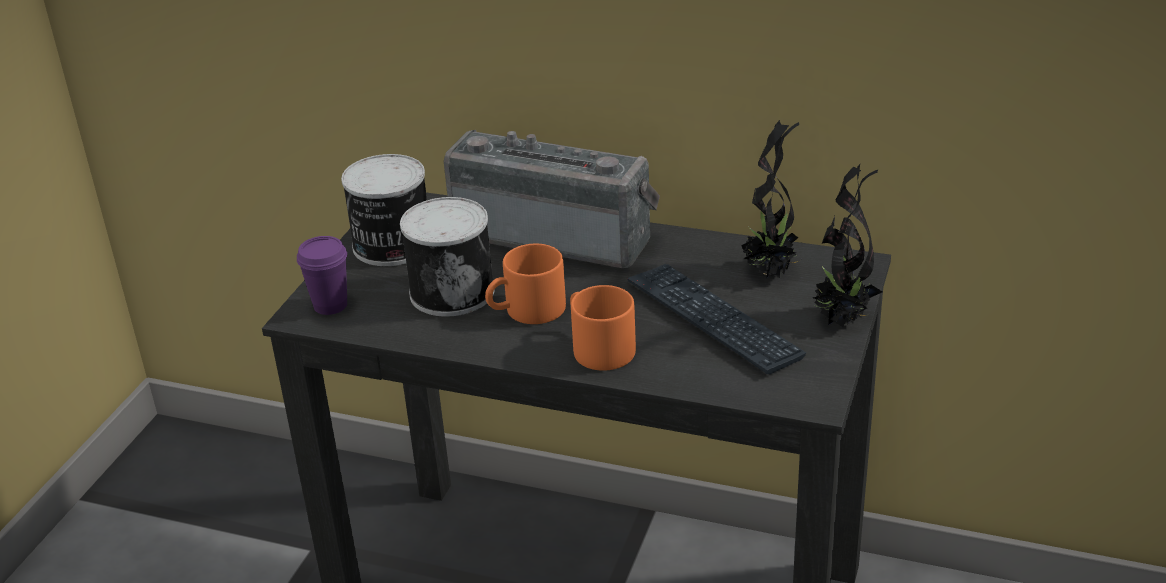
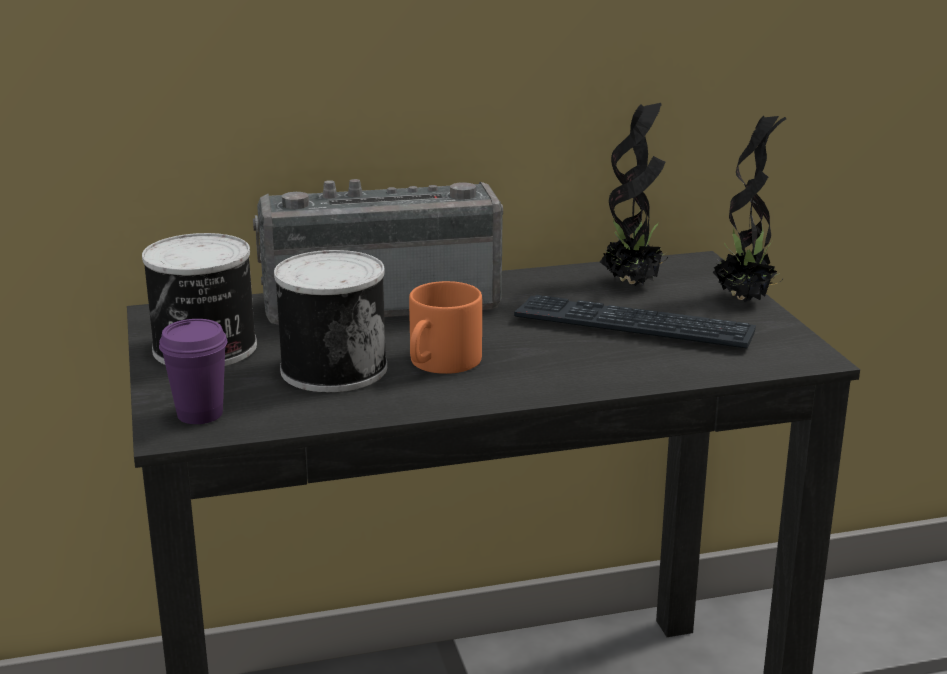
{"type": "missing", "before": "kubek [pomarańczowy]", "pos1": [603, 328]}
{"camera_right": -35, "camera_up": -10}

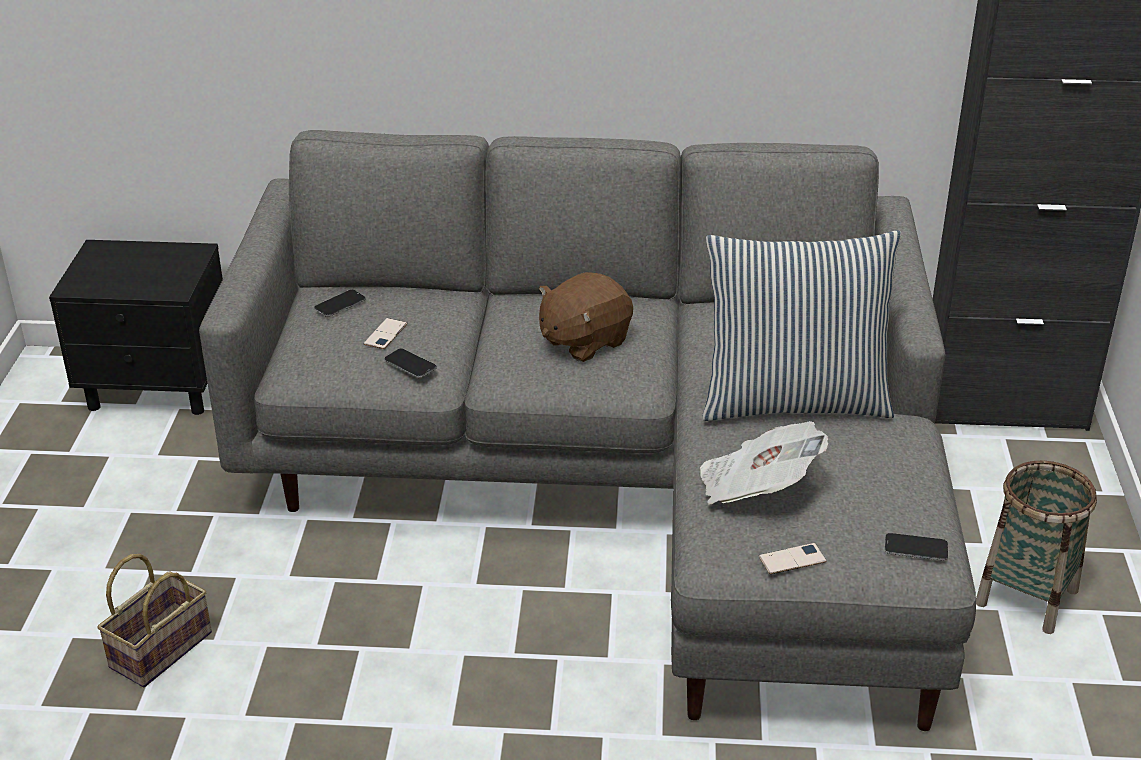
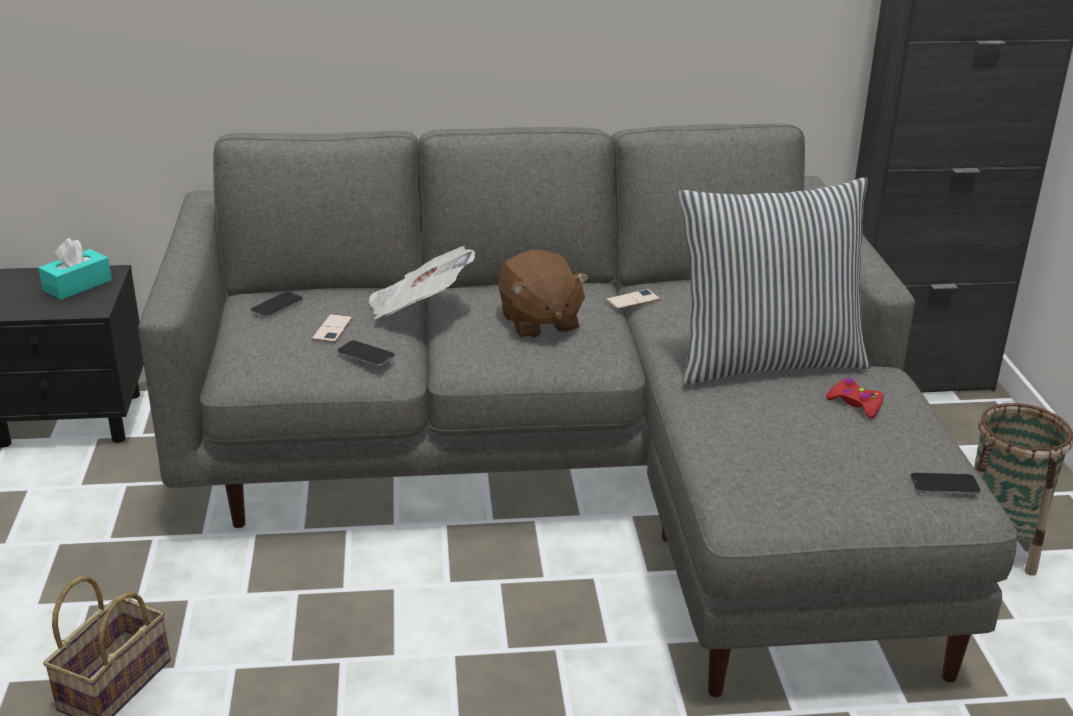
{"type": "appeared", "after": "pudełko chusteczek [turkusowy]", "pos2": [75, 269]}
{"type": "relocated", "before": "gazeta", "pos1": [764, 463], "pos2": [422, 282]}
{"type": "spun", "before": "pluszak [brązowy]", "pos1": [586, 317], "pos2": [543, 294], "turn": -60}
{"type": "relocated", "before": "telefon", "pos1": [793, 558], "pos2": [633, 299]}
{"type": "appeared", "after": "pad do gier [czerwony]", "pos2": [855, 398]}
{"camera_right": -10, "camera_up": -5}

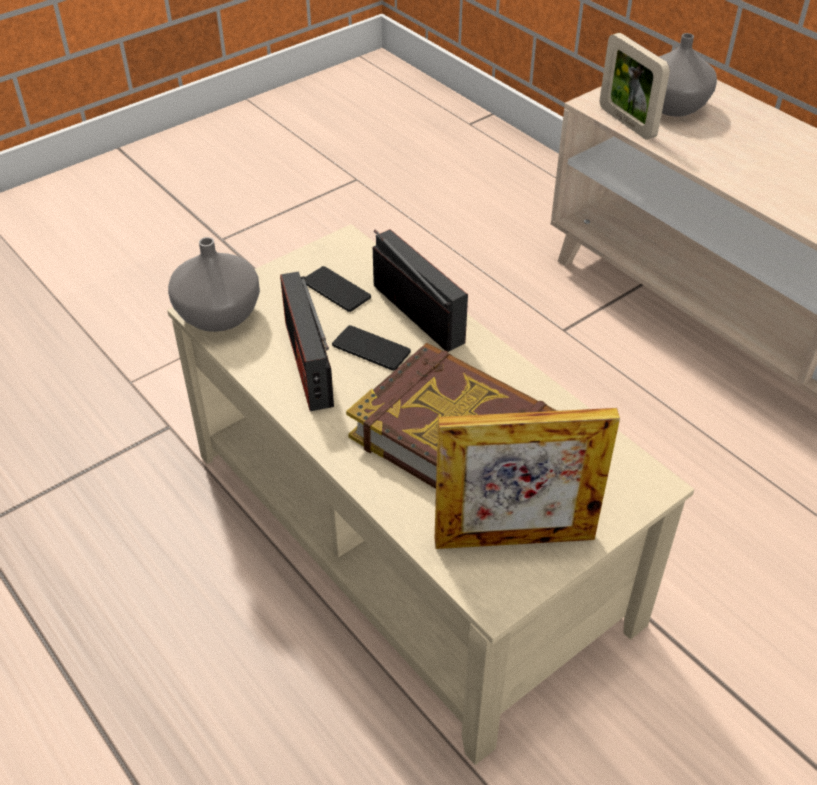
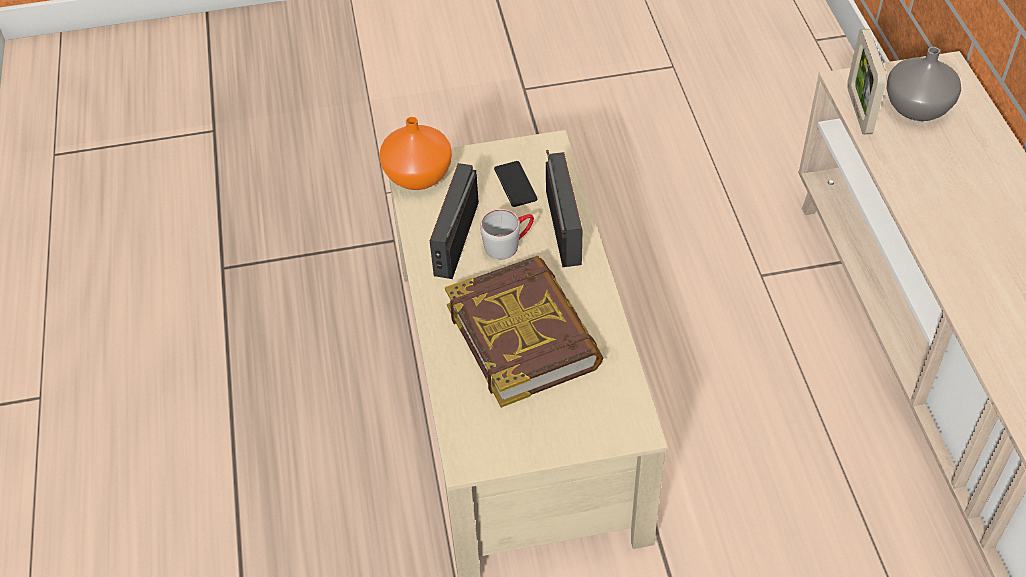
{"type": "colour", "before": "wazon [szary]", "after": "wazon [pomarańczowy]", "pos1": [214, 284], "pos2": [415, 153]}
{"type": "exchanged", "before": "telefon", "after": "kubek [szary]", "pos1": [371, 348], "pos2": [507, 234]}
{"type": "missing", "before": "ramka na zdjęcie", "pos1": [527, 478]}
{"camera_right": 30, "camera_up": 5}

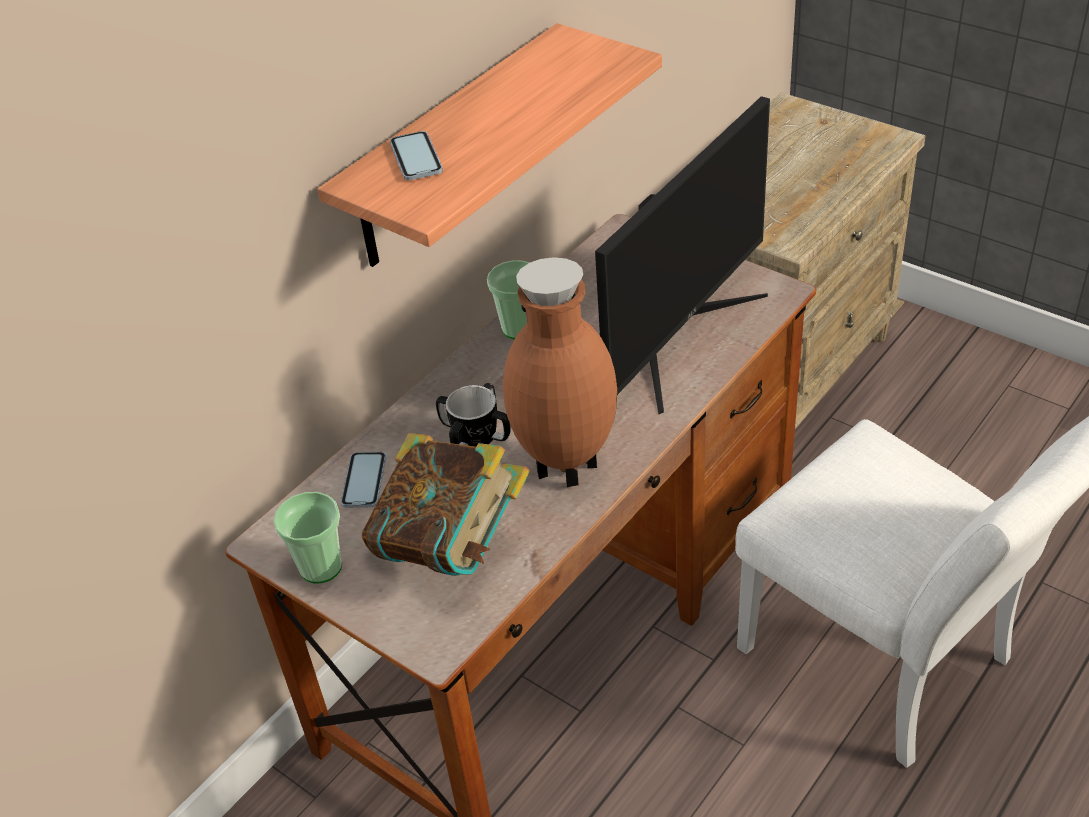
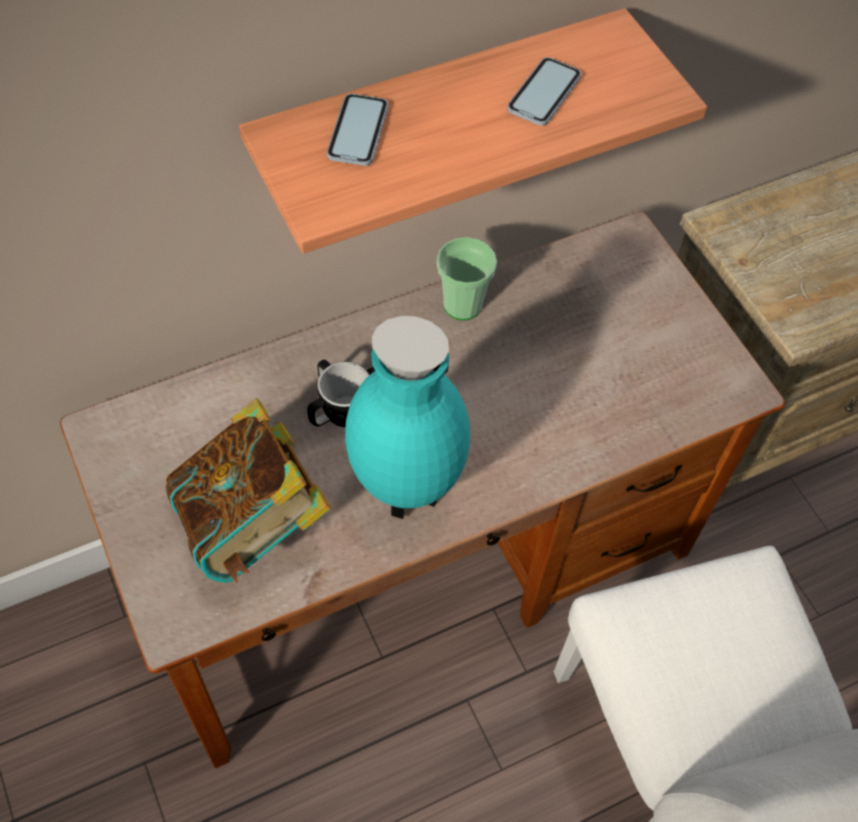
{"type": "colour", "before": "wazon [brązowy]", "after": "wazon [turkusowy]", "pos1": [560, 372], "pos2": [407, 417]}
{"type": "relocated", "before": "telefon", "pos1": [363, 480], "pos2": [544, 91]}
{"type": "missing", "before": "filiżanka", "pos1": [307, 537]}
{"type": "missing", "before": "monitor", "pos1": [682, 255]}
{"camera_right": 20, "camera_up": 15}

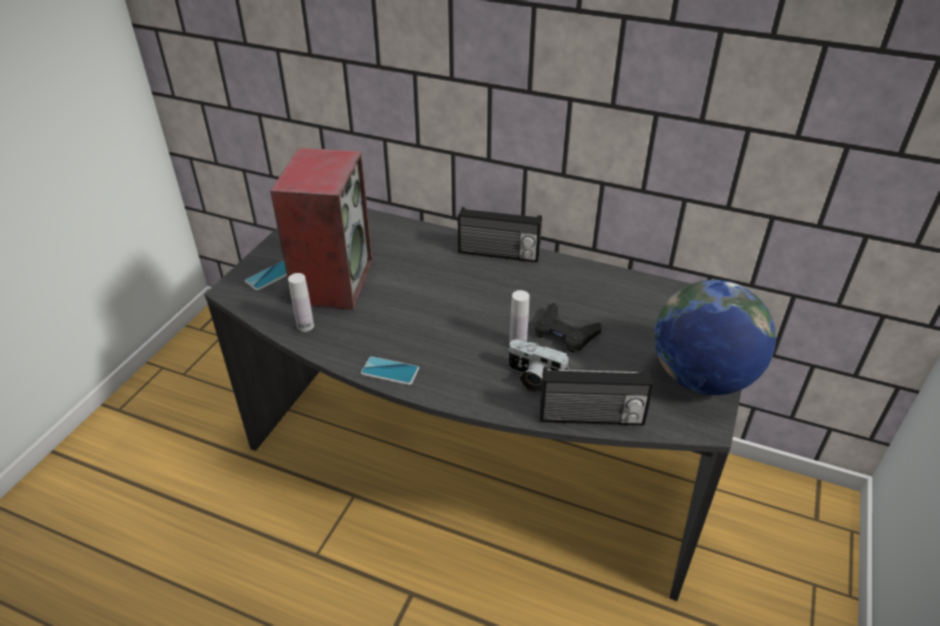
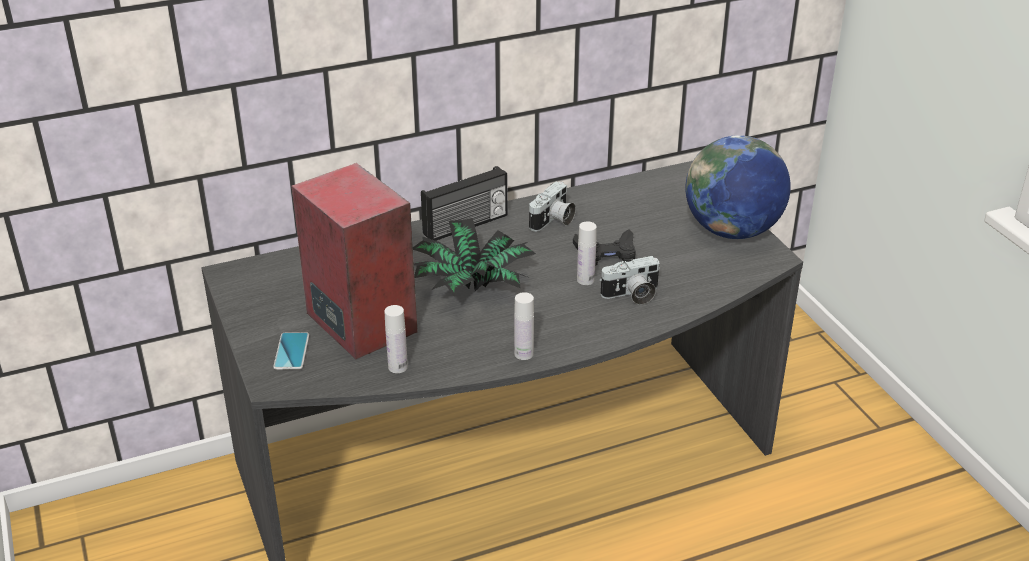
{"type": "appeared", "after": "roślina doniczkowa", "pos2": [474, 257]}
{"type": "exchanged", "before": "telefon", "after": "butelka [biały]", "pos1": [390, 370], "pos2": [524, 326]}
{"type": "appeared", "after": "aparat fotograficzny", "pos2": [552, 206]}
{"type": "missing", "before": "radio", "pos1": [596, 396]}
{"camera_right": -45, "camera_up": -5}

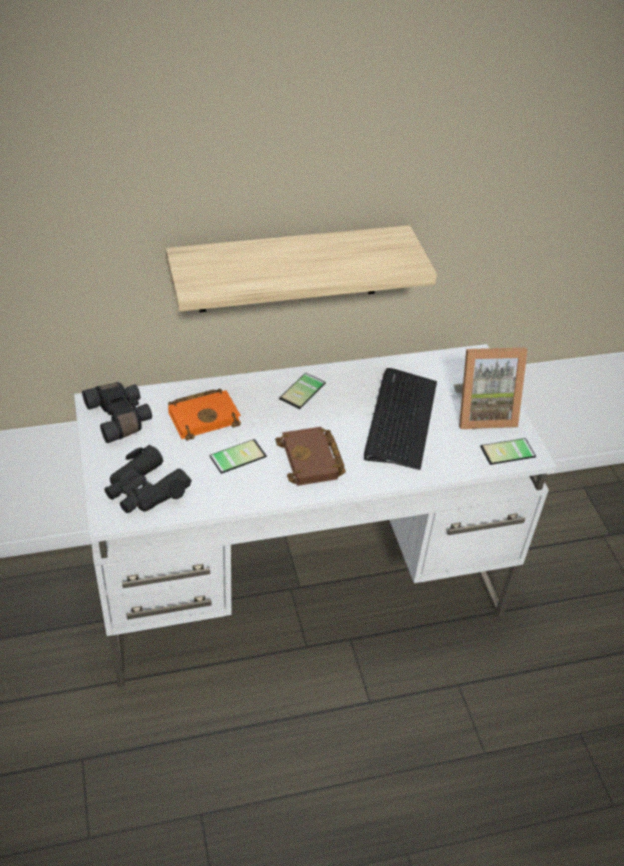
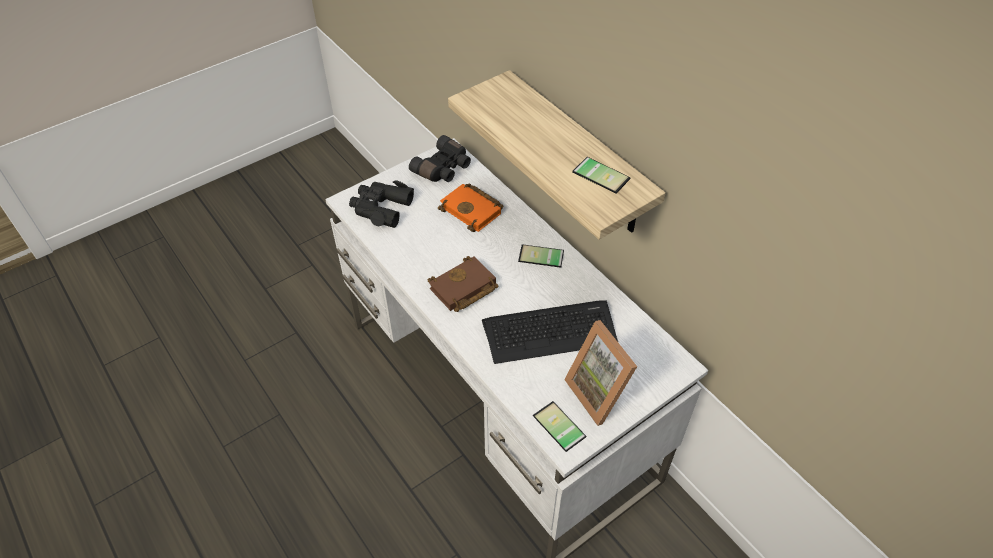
{"type": "relocated", "before": "telefon", "pos1": [238, 456], "pos2": [601, 175]}
{"camera_right": 70, "camera_up": 5}

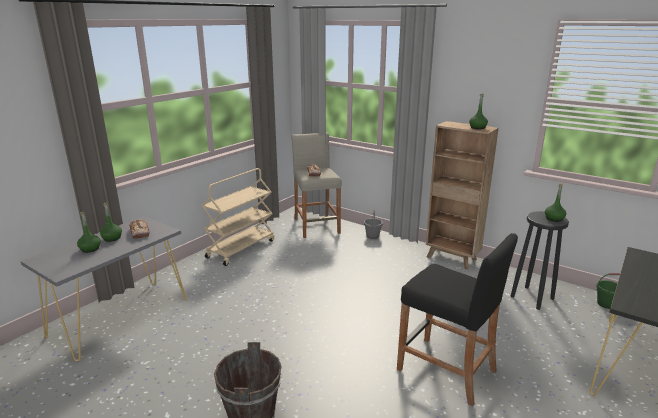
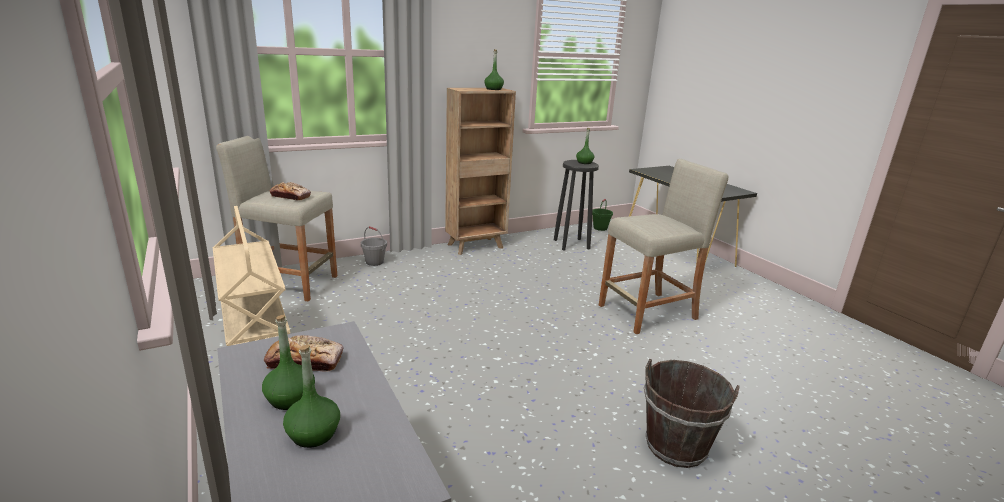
{"type": "colour", "before": "stołek [czarny]", "after": "stołek [beżowy]", "pos1": [457, 320], "pos2": [664, 246]}
{"camera_right": -65, "camera_up": 0}

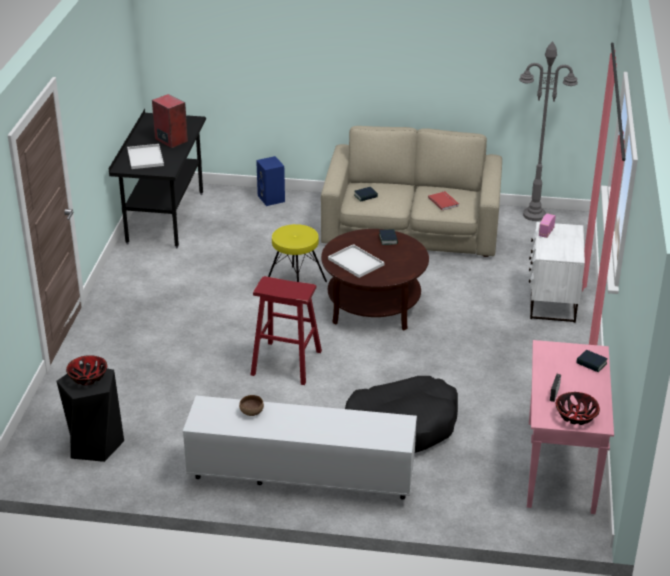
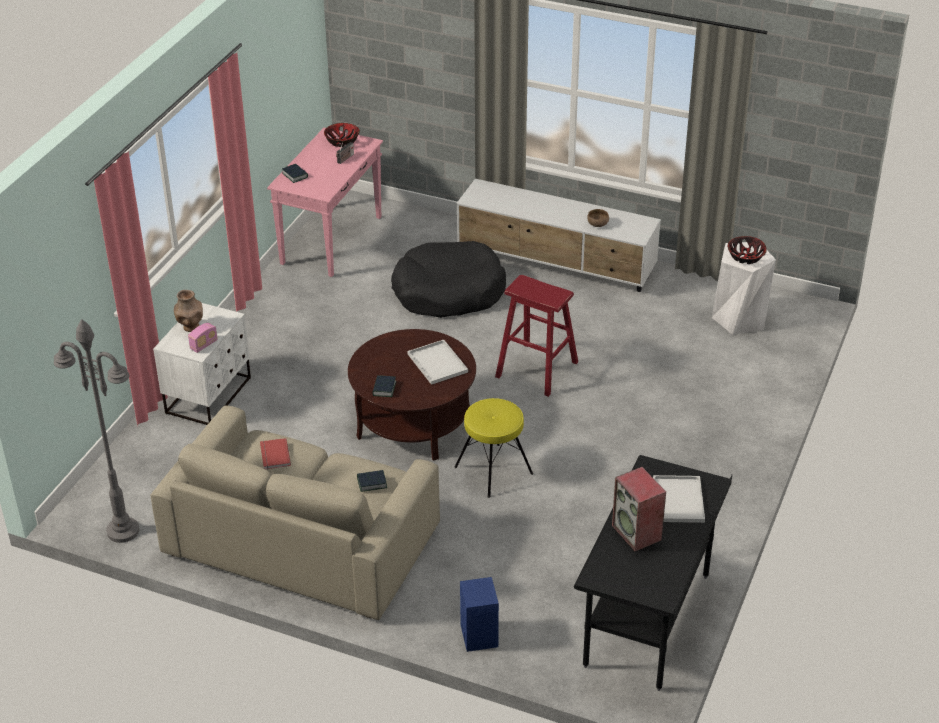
{"type": "appeared", "after": "wazon [brązowy]", "pos2": [188, 311]}
{"type": "colour", "before": "stołek [czarny]", "after": "stołek [biały]", "pos1": [90, 412], "pos2": [744, 288]}
{"camera_right": -165, "camera_up": 5}

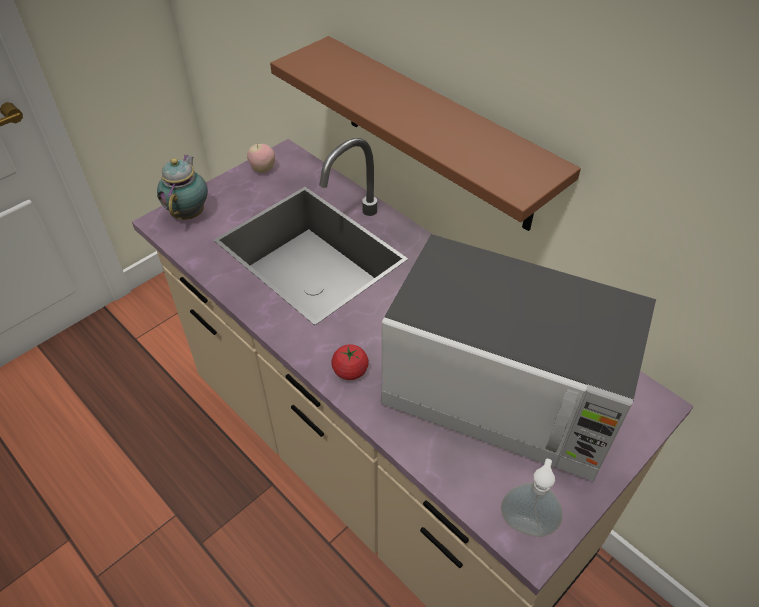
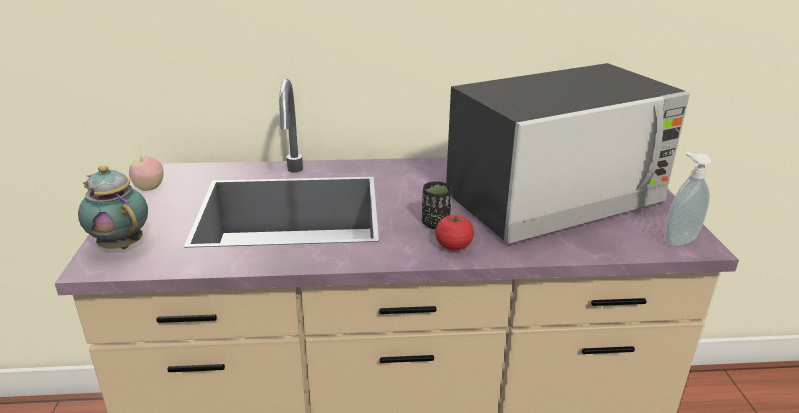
{"type": "appeared", "after": "filiżanka [czarny]", "pos2": [437, 205]}
{"type": "missing", "before": "półka [brązowy]", "pos1": [425, 133]}
{"camera_right": -50, "camera_up": -20}

